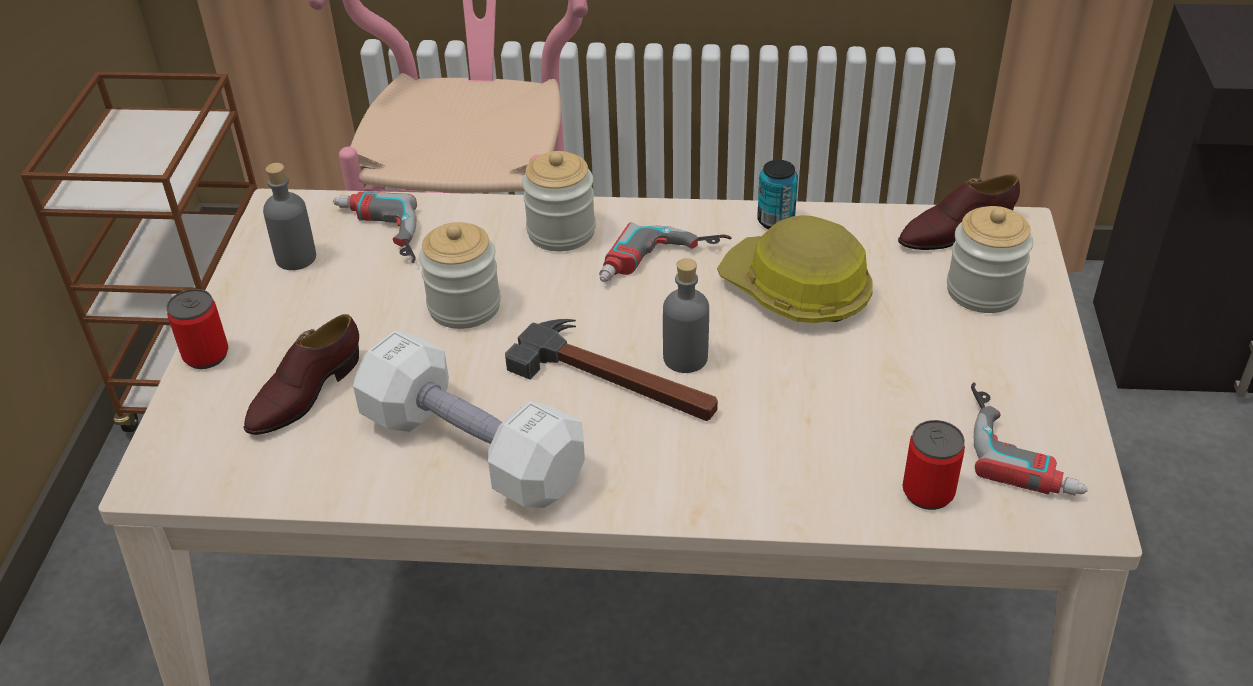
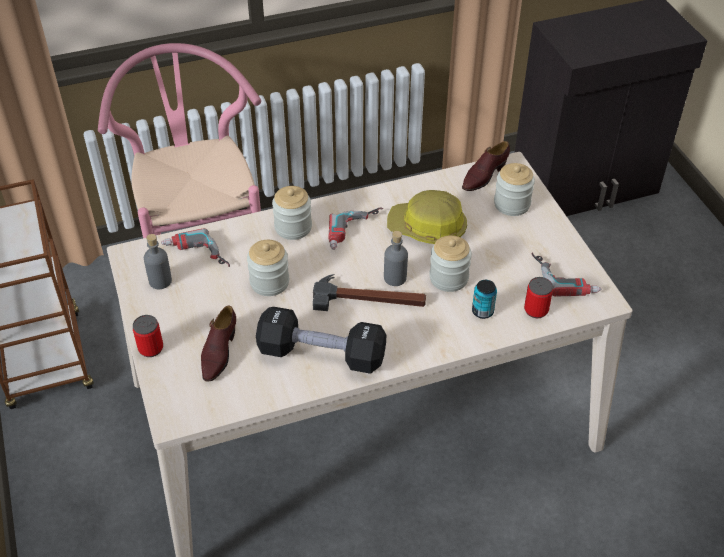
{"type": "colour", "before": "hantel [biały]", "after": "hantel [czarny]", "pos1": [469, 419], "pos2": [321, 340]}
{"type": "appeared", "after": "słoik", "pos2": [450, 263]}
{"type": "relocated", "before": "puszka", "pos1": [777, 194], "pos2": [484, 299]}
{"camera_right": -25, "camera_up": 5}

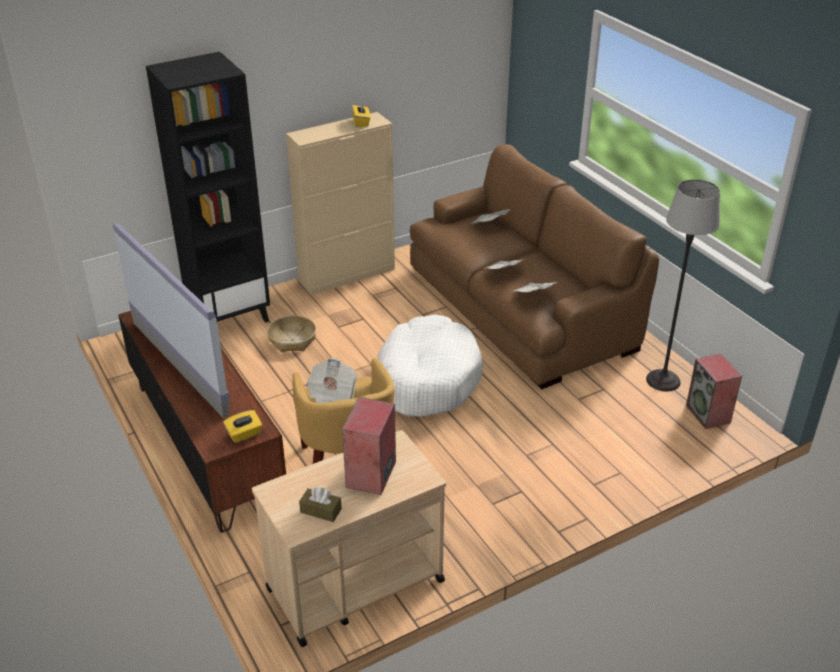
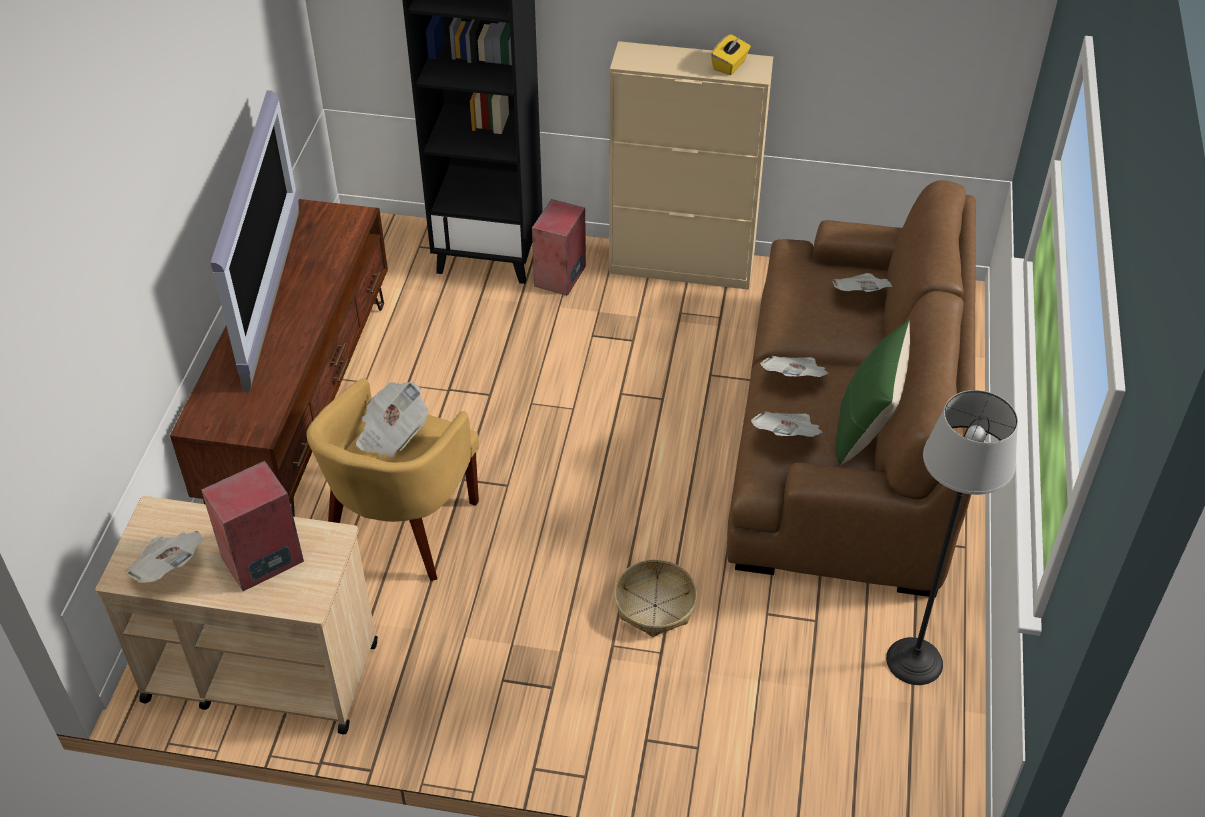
{"type": "exchanged", "before": "pudełko chusteczek [brązowy]", "after": "gazeta", "pos1": [320, 504], "pos2": [164, 557]}
{"type": "relocated", "before": "głośnik", "pos1": [714, 391], "pos2": [559, 247]}
{"type": "relocated", "before": "koszyk", "pos1": [291, 333], "pos2": [655, 598]}
{"type": "appeared", "after": "poduszka [zielony]", "pos2": [873, 392]}
{"type": "missing", "before": "pudełko chusteczek [żółty]", "pos1": [242, 426]}
{"type": "missing", "before": "legowisko [biały]", "pos1": [430, 366]}
{"camera_right": 40, "camera_up": 10}

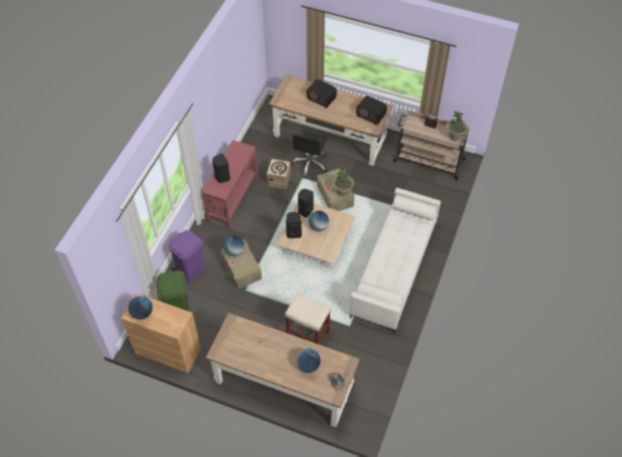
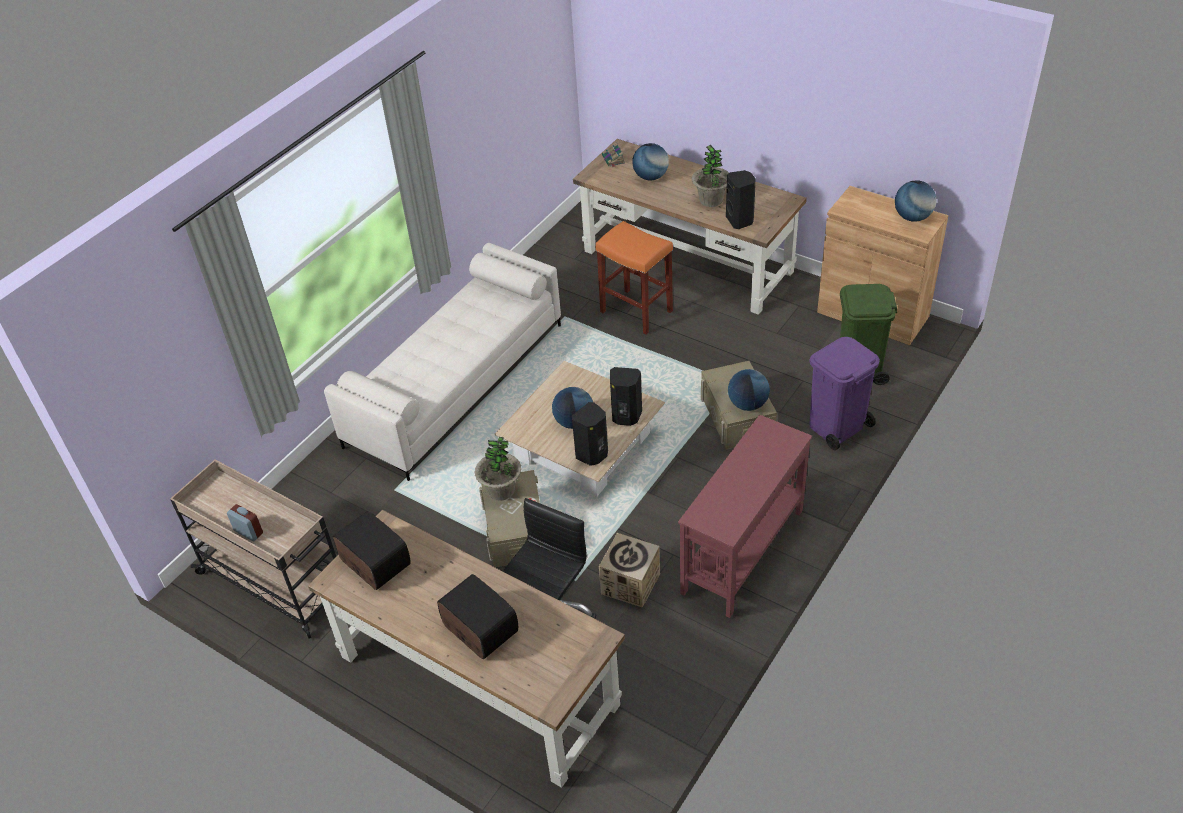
{"type": "colour", "before": "stołek [beżowy]", "after": "stołek [pomarańczowy]", "pos1": [308, 318], "pos2": [634, 277]}
{"type": "relocated", "before": "roślina doniczkowa", "pos1": [457, 126], "pos2": [710, 176]}
{"type": "relocated", "before": "głośnik [czarny]", "pos1": [221, 168], "pos2": [741, 199]}
{"camera_right": -165, "camera_up": -10}

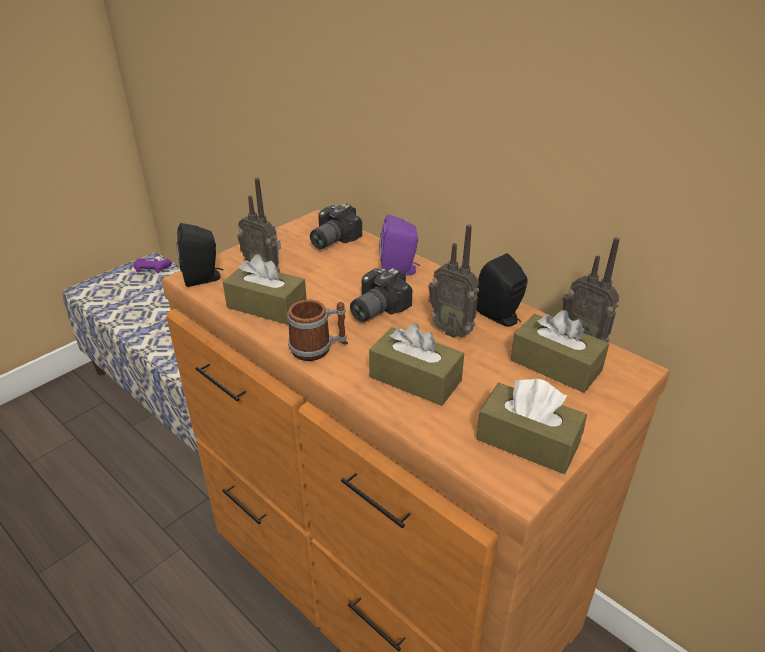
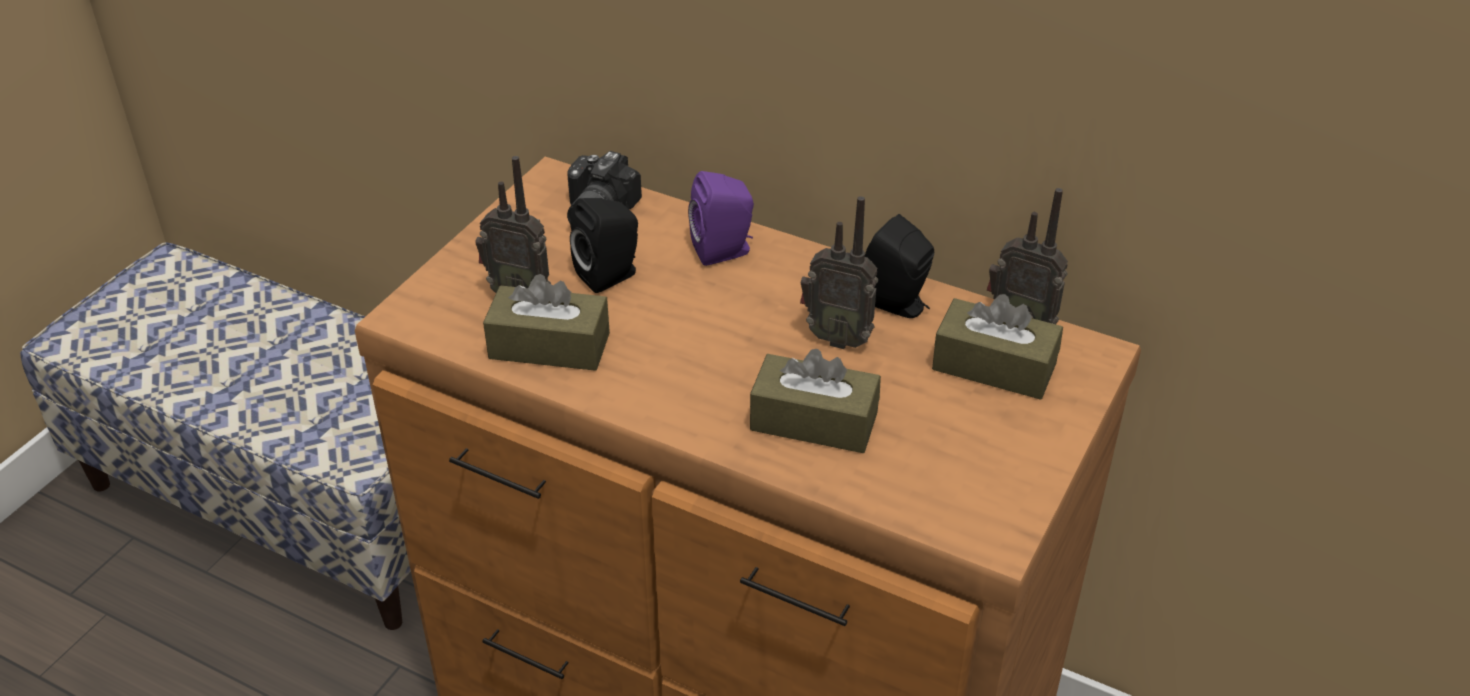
{"type": "relocated", "before": "głośnik [czarny]", "pos1": [200, 255], "pos2": [604, 245]}
{"type": "missing", "before": "pad do gier [fioletowy]", "pos1": [152, 265]}
{"type": "missing", "before": "kubek", "pos1": [317, 330]}
{"type": "missing", "before": "aparat fotograficzny", "pos1": [381, 295]}
{"type": "missing", "before": "pudełko chusteczek [brązowy]", "pos1": [531, 426]}
{"camera_right": -15, "camera_up": 5}

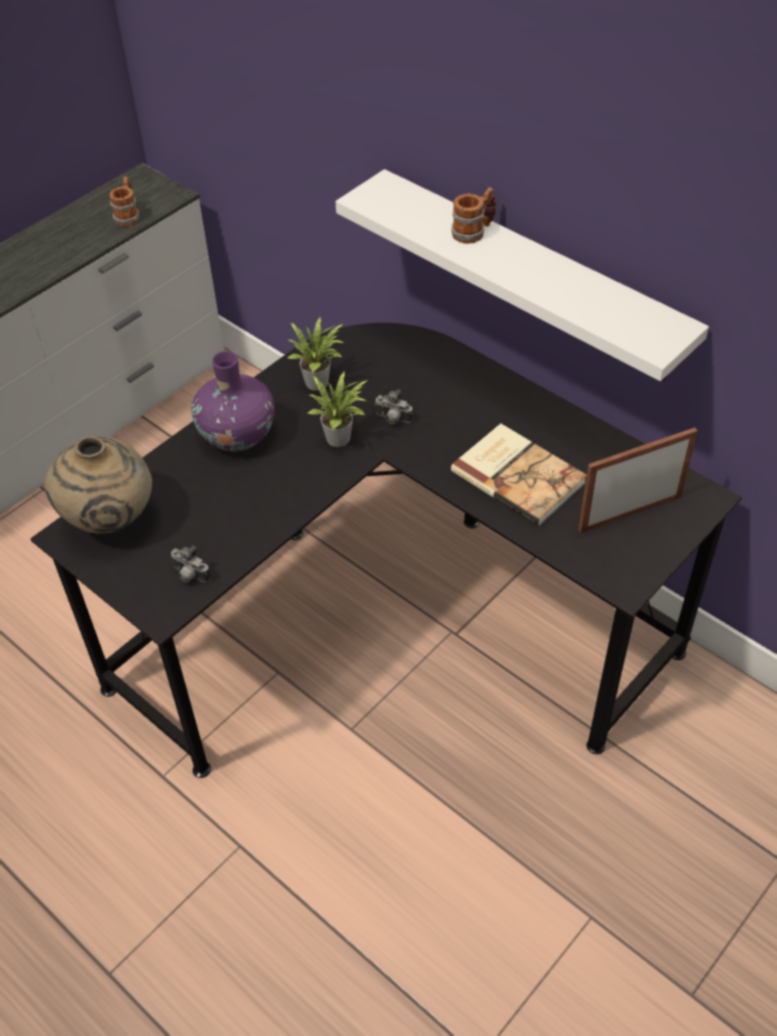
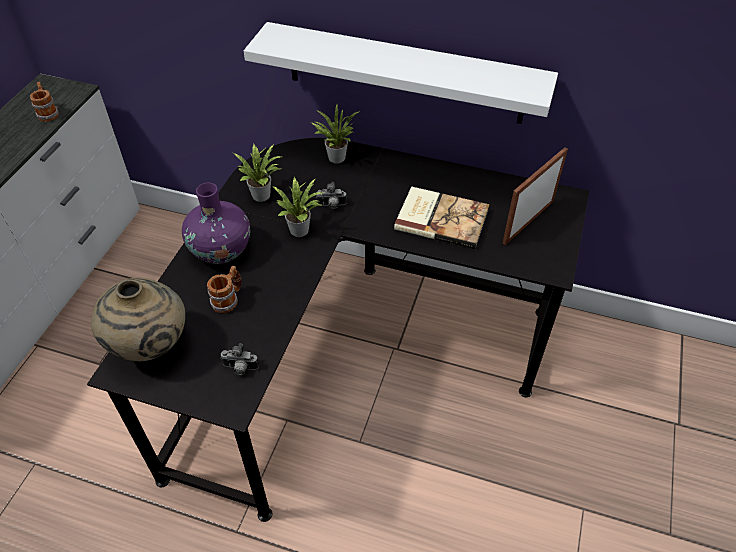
{"type": "relocated", "before": "kubek", "pos1": [474, 215], "pos2": [224, 289]}
{"type": "appeared", "after": "roślina doniczkowa", "pos2": [335, 134]}
{"camera_right": -25, "camera_up": 0}

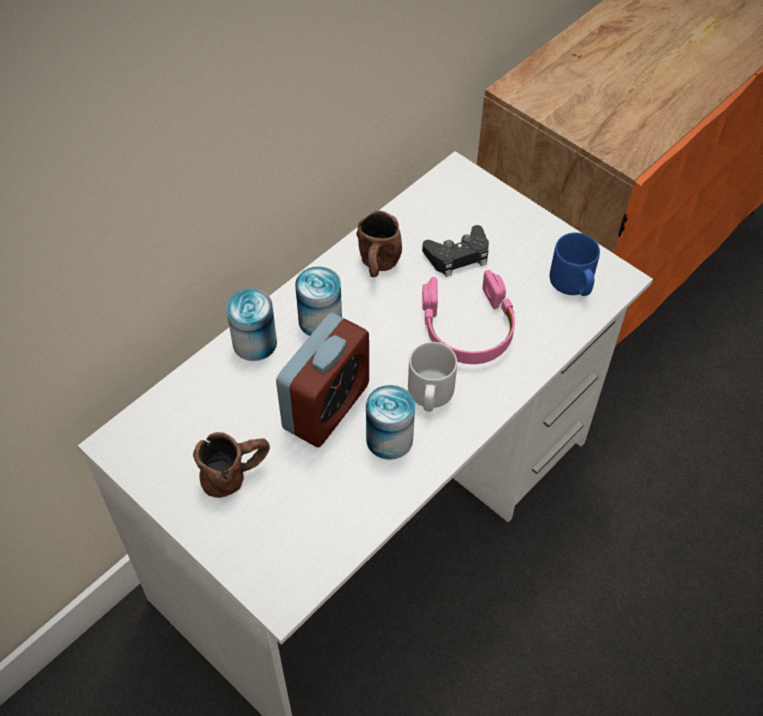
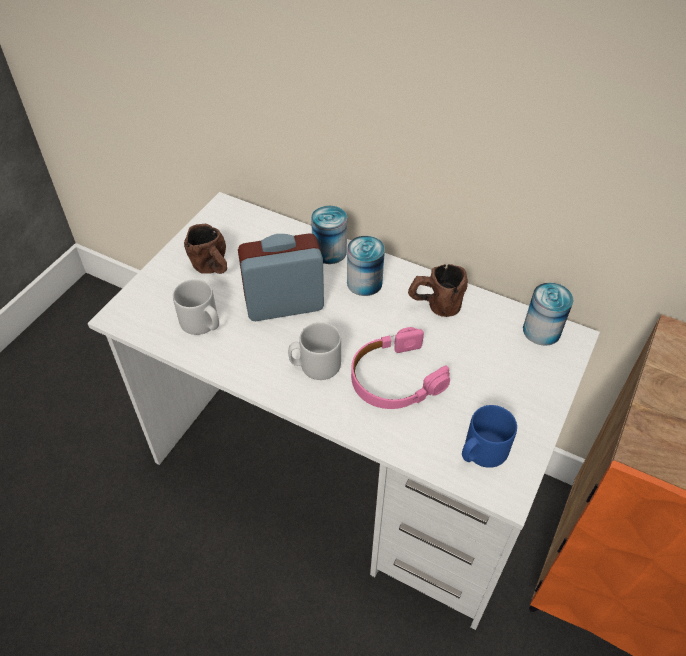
{"type": "appeared", "after": "kubek [szary]", "pos2": [196, 307]}
{"type": "spun", "before": "budzik", "pos1": [322, 380], "pos2": [281, 277], "turn": 150}
{"type": "relocated", "before": "puszka", "pos1": [390, 422], "pos2": [548, 314]}
{"type": "missing", "before": "pad do gier [czarny]", "pos1": [455, 251]}
{"camera_right": 75, "camera_up": -5}

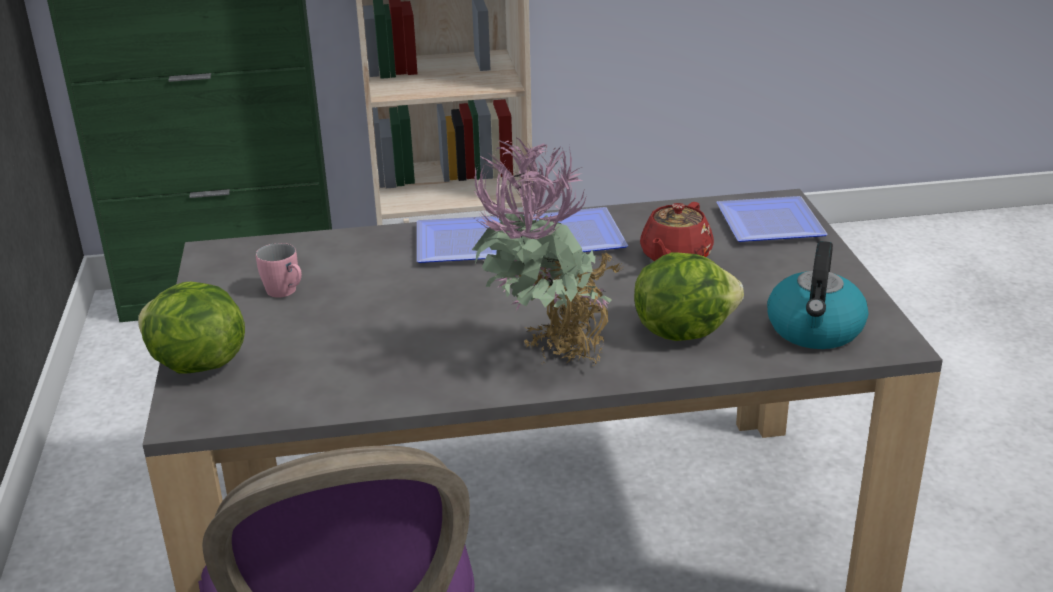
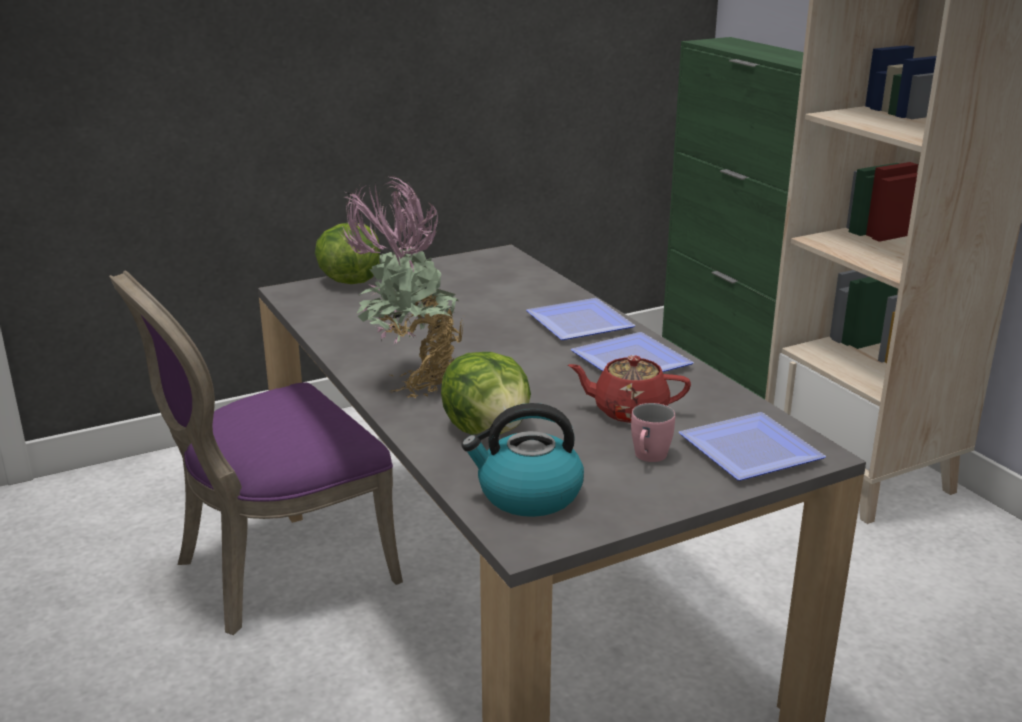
{"type": "relocated", "before": "kubek [różowy]", "pos1": [279, 270], "pos2": [653, 432]}
{"camera_right": 70, "camera_up": -5}

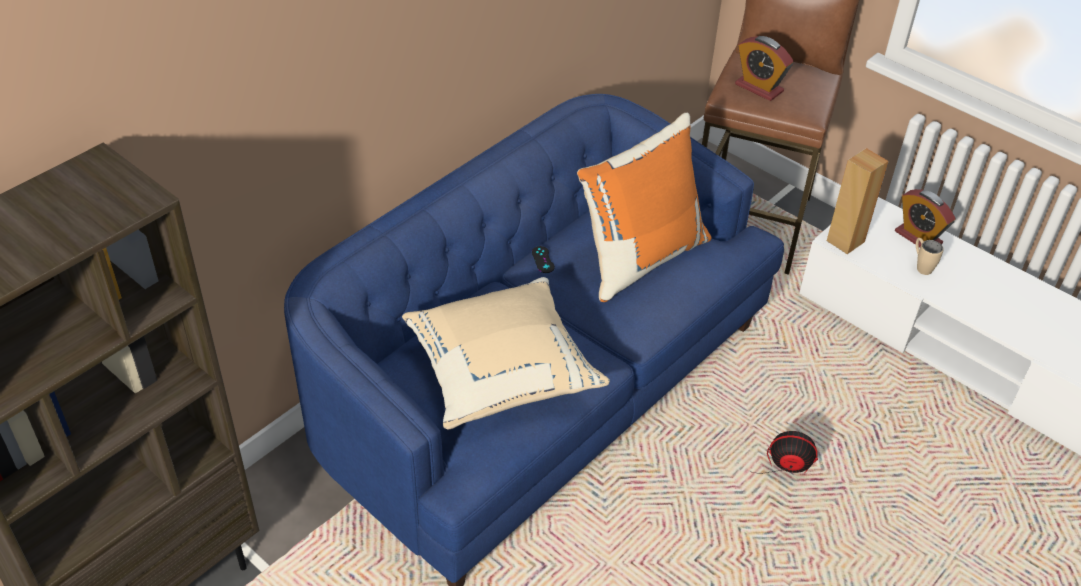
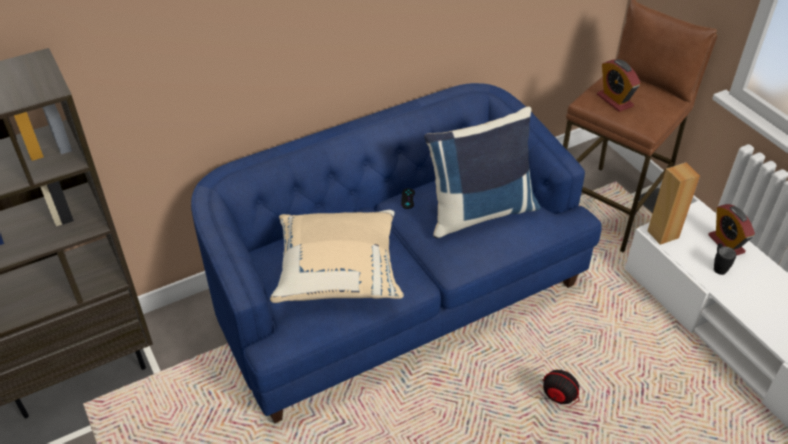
{"type": "colour", "before": "poduszka [pomarańczowy]", "after": "poduszka [niebieski]", "pos1": [644, 207], "pos2": [482, 173]}
{"type": "colour", "before": "kubek [beżowy]", "after": "kubek [czarny]", "pos1": [930, 256], "pos2": [725, 259]}
{"camera_right": 20, "camera_up": 0}

